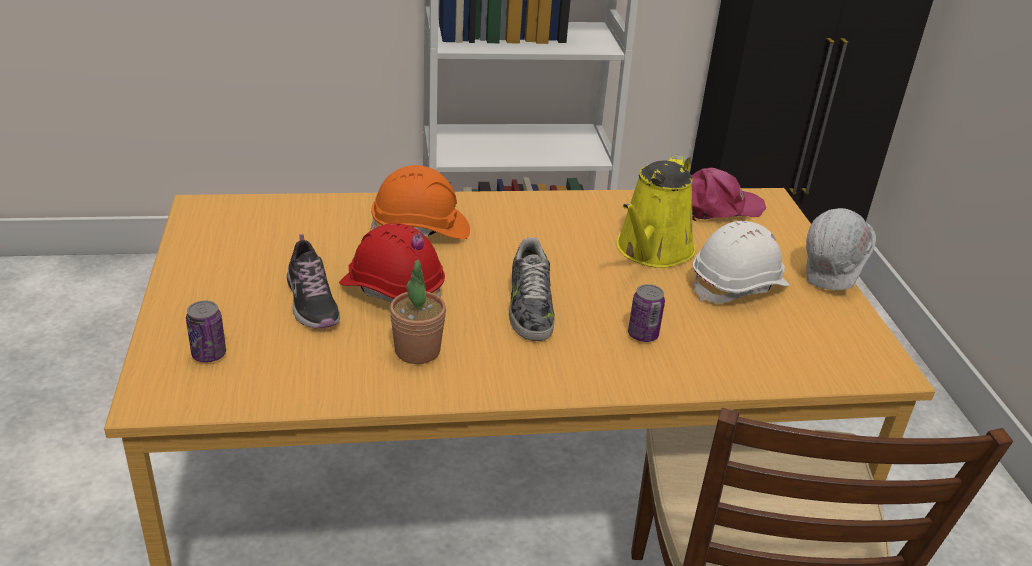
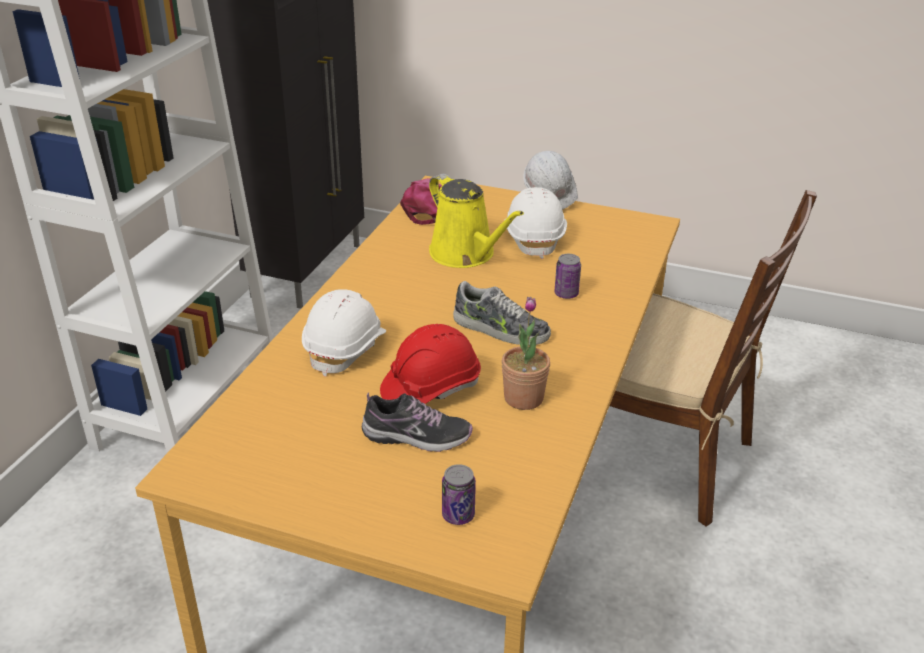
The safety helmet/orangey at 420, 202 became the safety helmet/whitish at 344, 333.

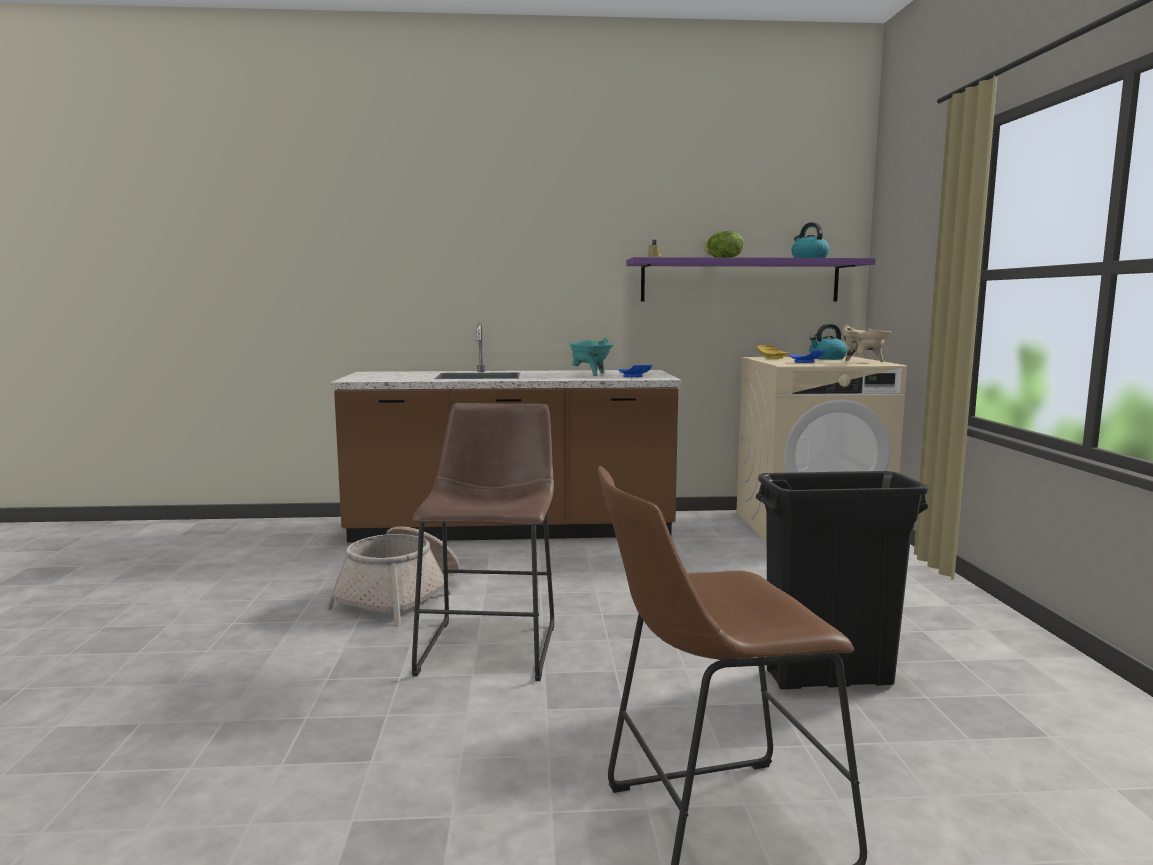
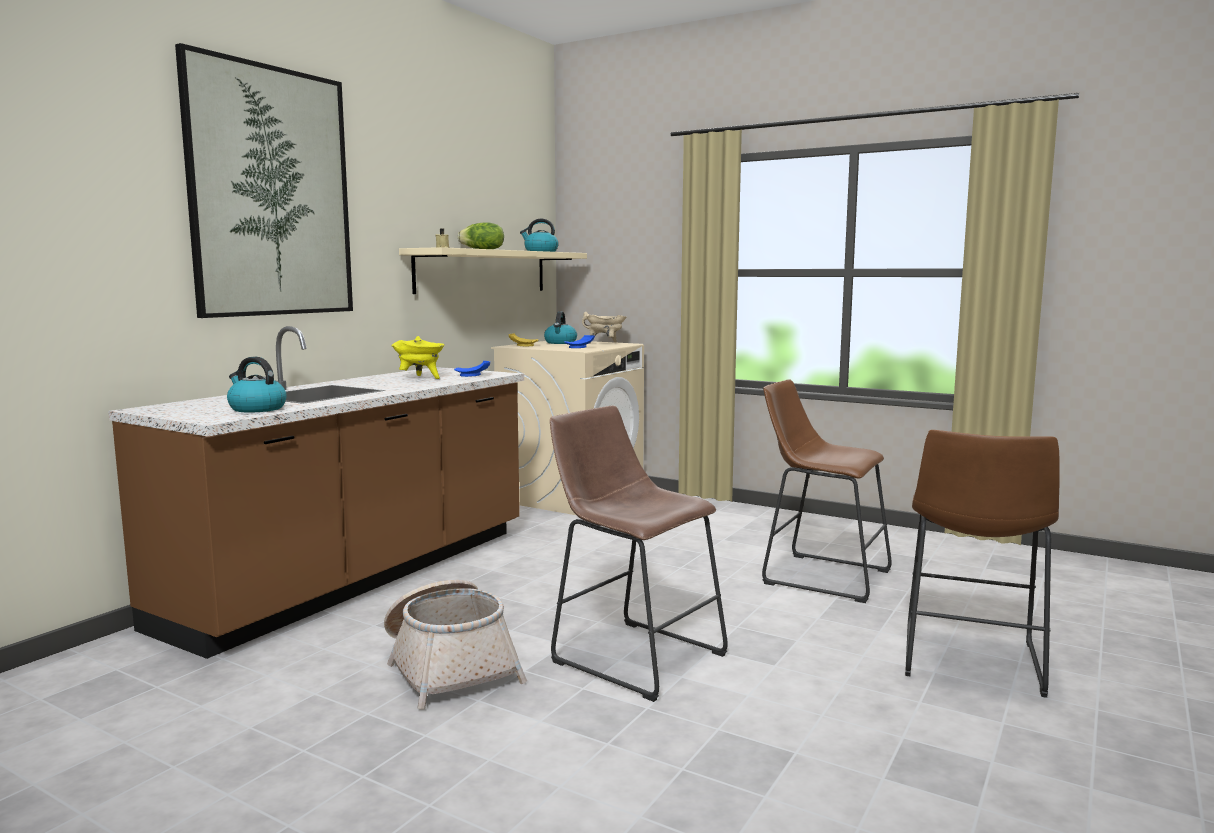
The shelf/purple at 751, 279 became the shelf/beige-coloured at 493, 270.
The stockpot/turquoise at 591, 357 became the stockpot/yellowish at 418, 357.
The trash can/blackish at 842, 580 was replaced by the sitting stool/brownish at 827, 491.
The picture at 264, 180 appeared.
The water kettle at 257, 385 appeared.

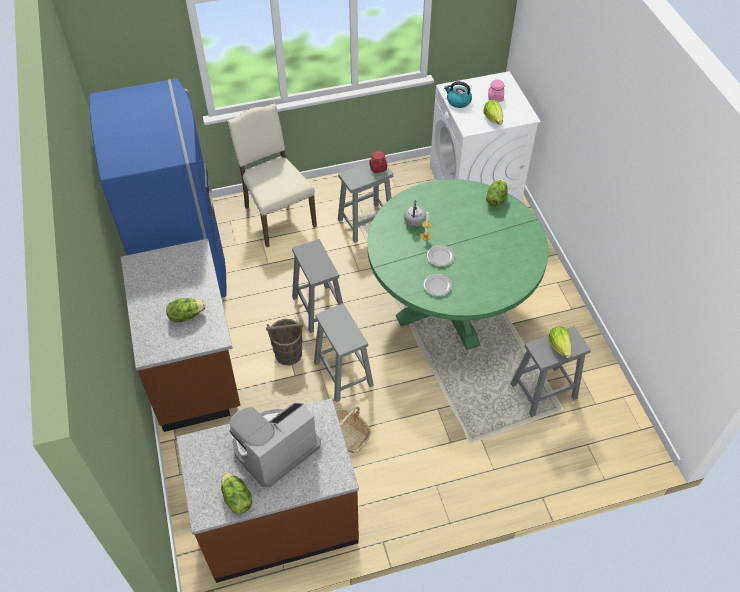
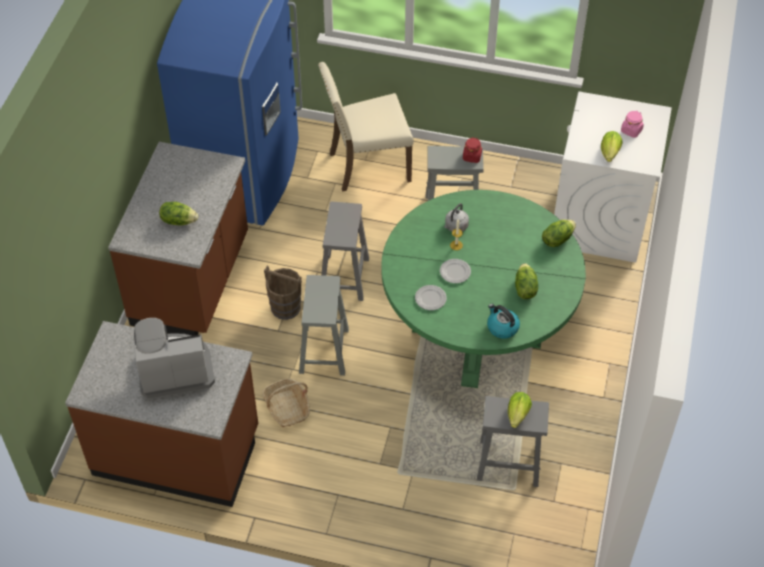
The water kettle moved from 458, 94 to 503, 321.
The upright chair/beige-coloured at 272, 175 turned 105 degrees counterclockwise.
The lettuce head moved from 236, 493 to 526, 281.

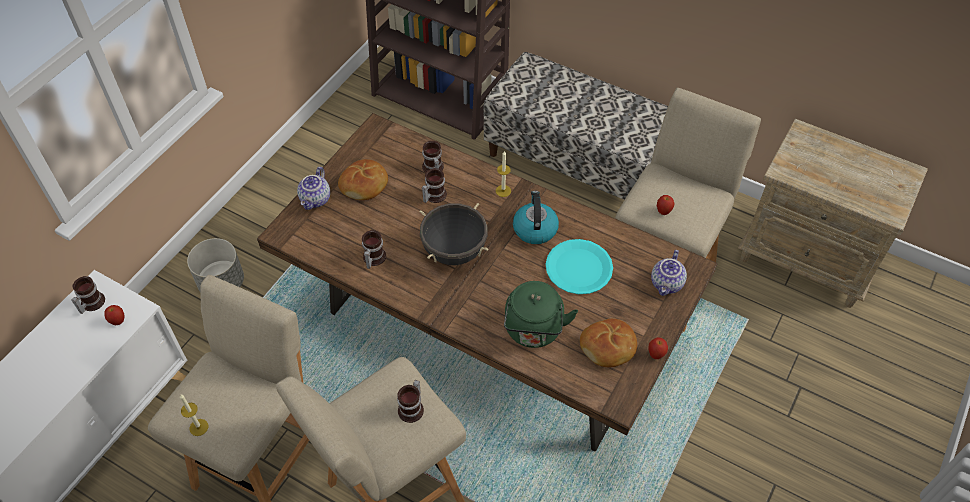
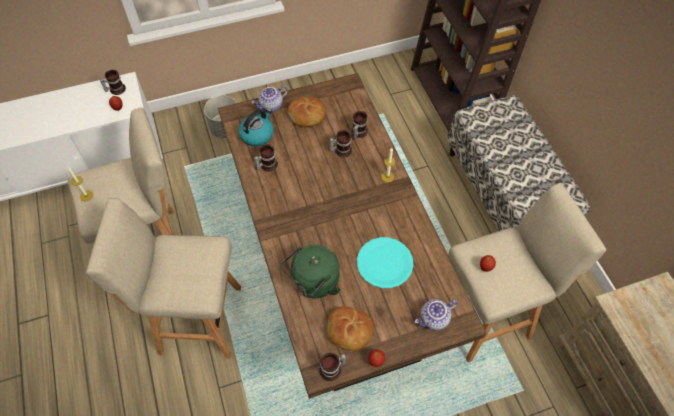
The water kettle moved from 536, 217 to 256, 127.
The stockpot/blackish at 454, 234 disappeared.
The tea mug moved from 410, 401 to 332, 367.

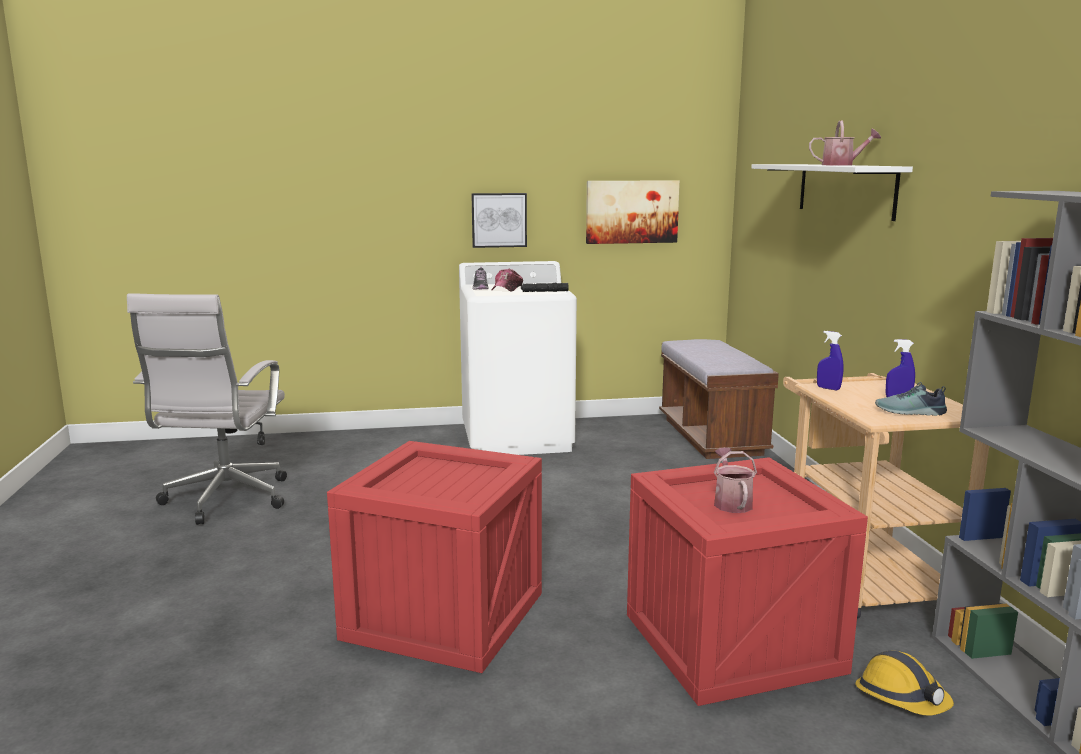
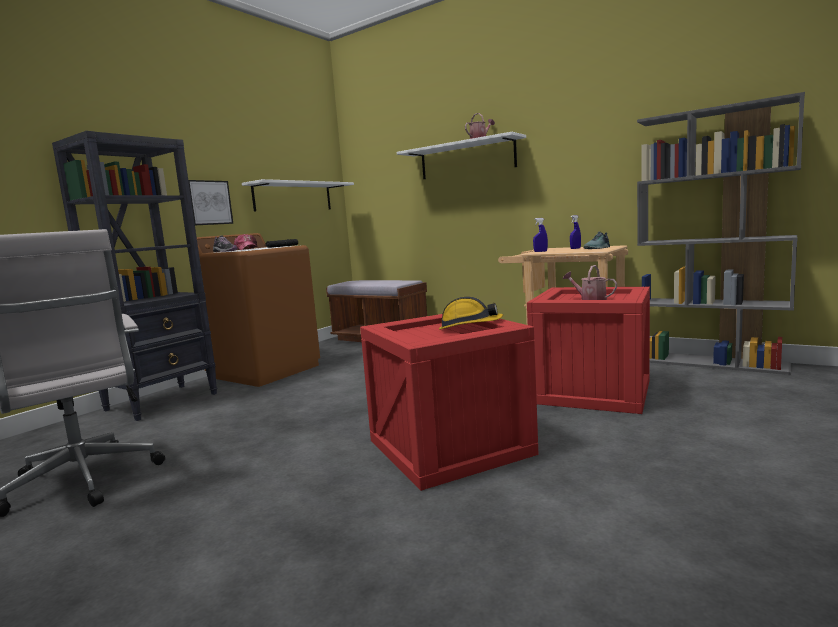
The picture at 633, 212 was replaced by the shelf/whitish at 298, 195.
The washing machine/whitish at 518, 358 became the washing machine/brownish at 256, 310.
The safety helmet moved from 904, 683 to 471, 312.
The shelving unit/blackish at 134, 276 appeared.

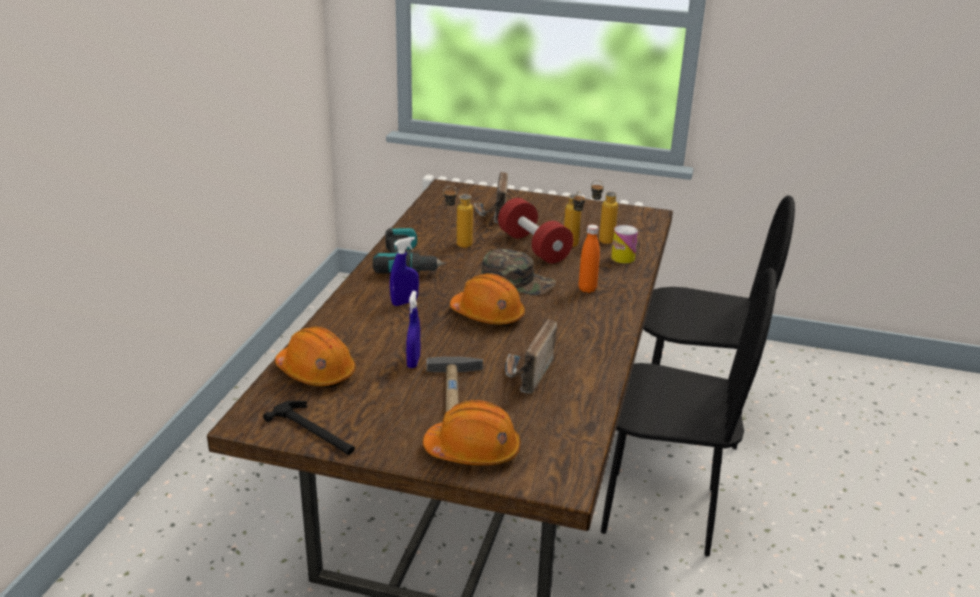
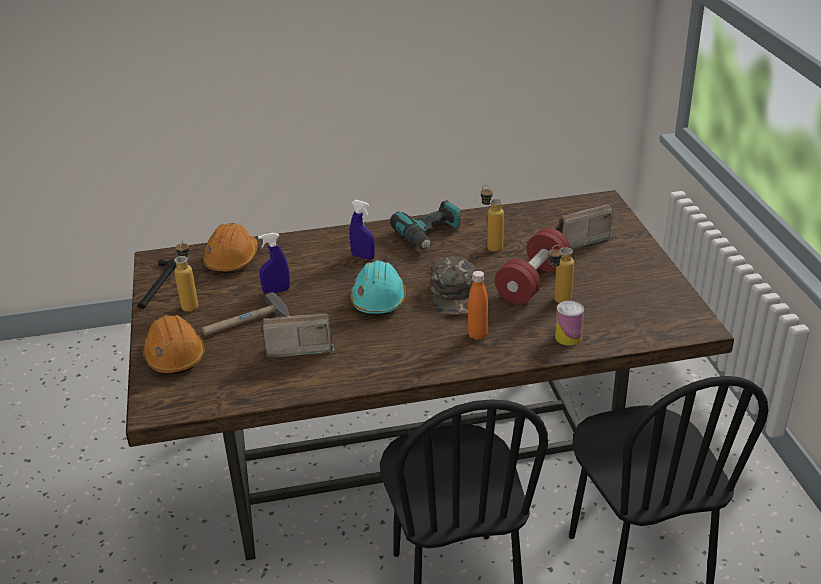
The bottle moved from 604, 212 to 186, 276.
The safety helmet/orangey at 487, 300 became the safety helmet/turquoise at 378, 288.

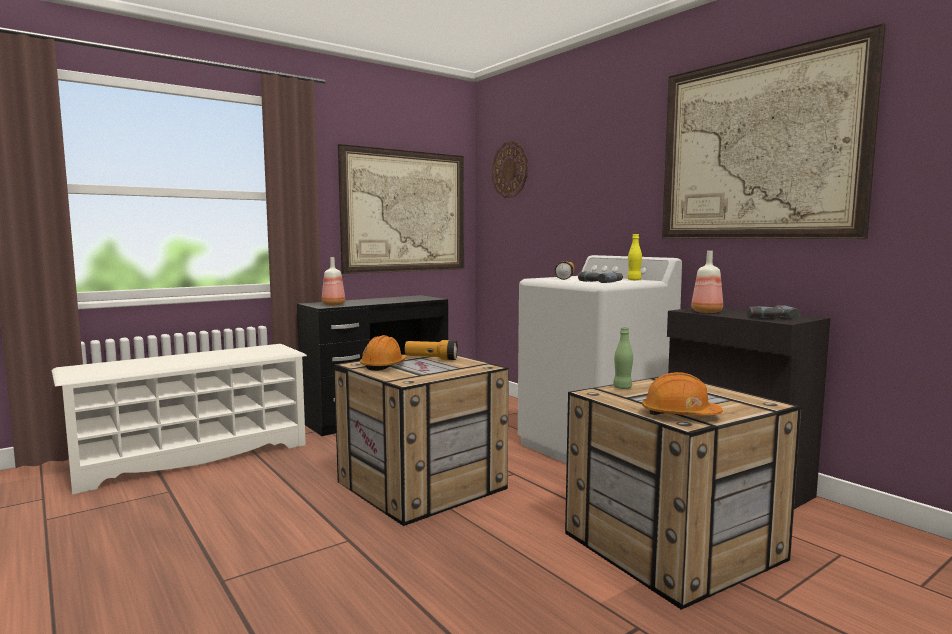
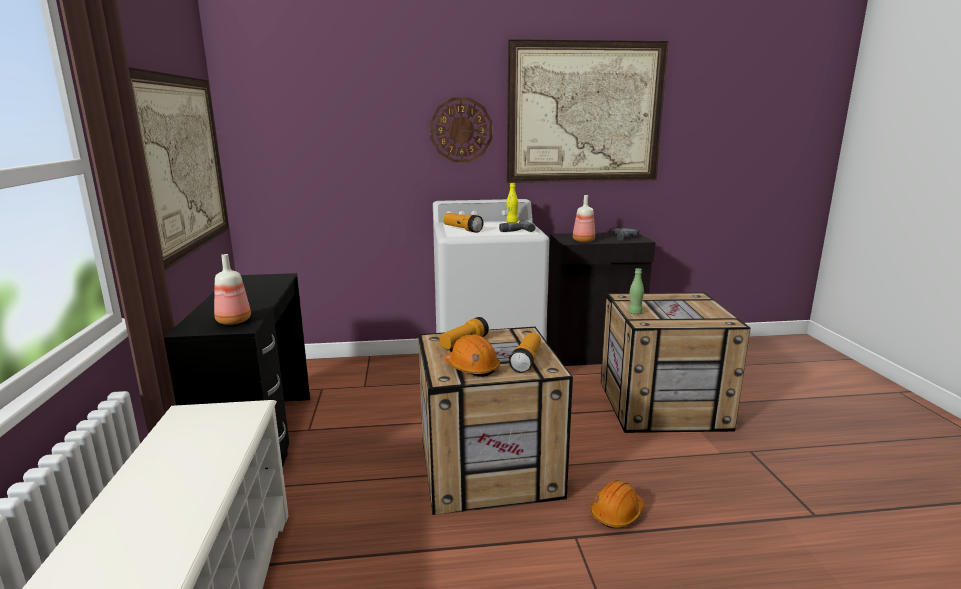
The hanging clock moved from 510, 169 to 461, 129.
The safety helmet/orangey moved from 682, 393 to 617, 504.
The torch at 525, 353 appeared.

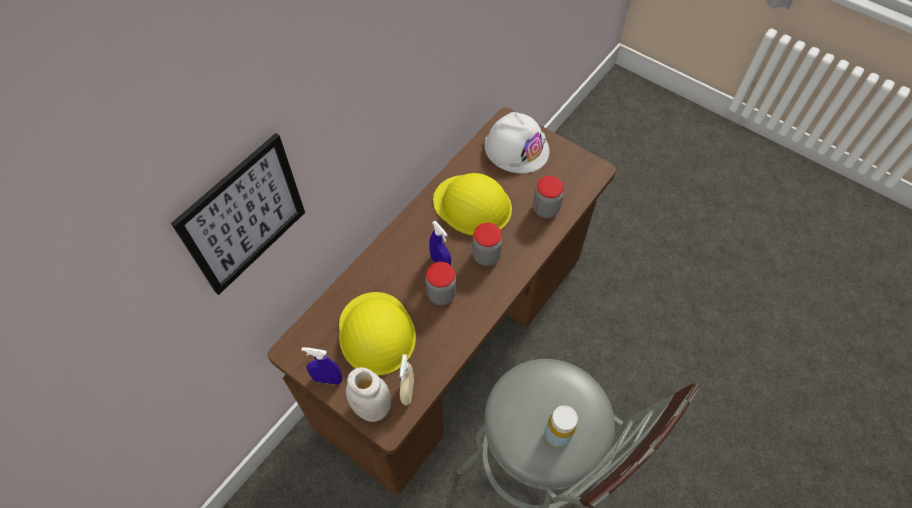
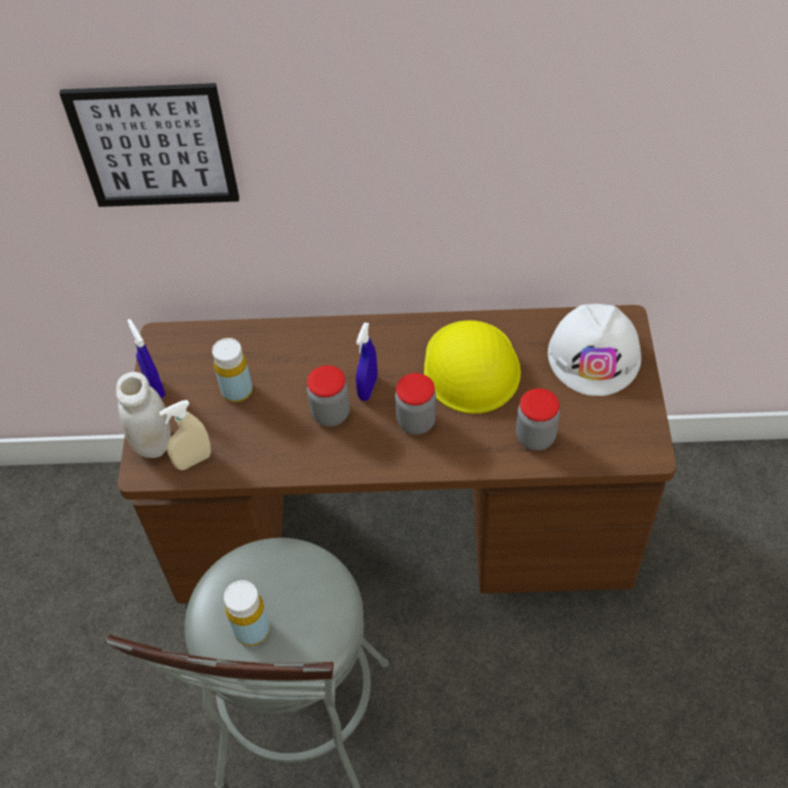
The safety helmet/yellowish at 377, 333 was replaced by the bottle/yellowish at 232, 370.

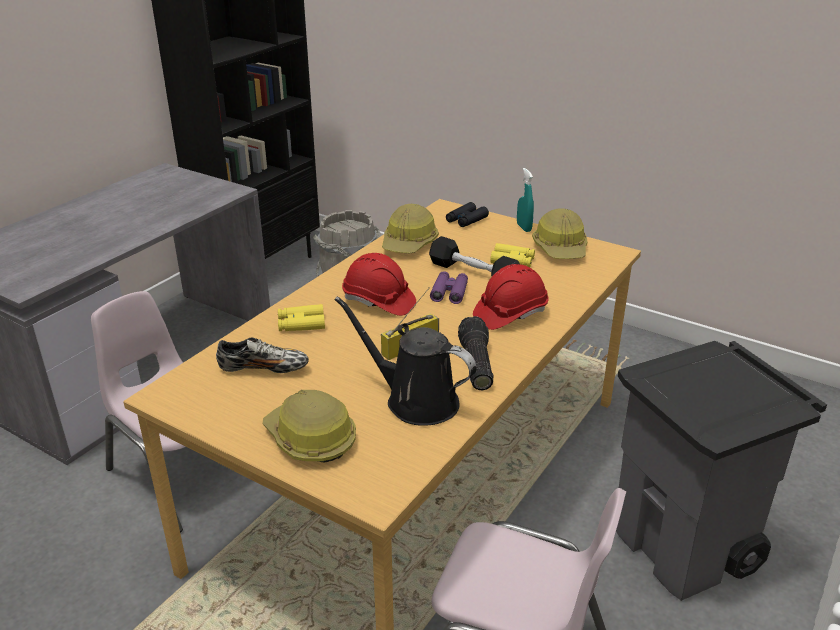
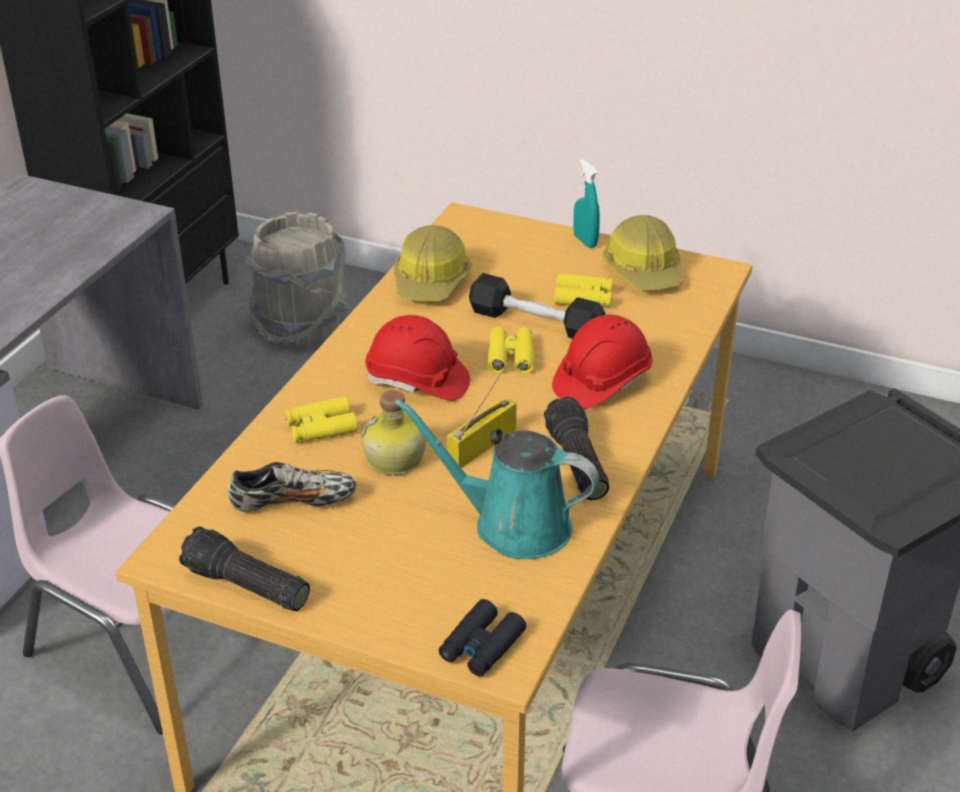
The field glasses/blackish moved from 467, 214 to 482, 638.
The field glasses/purple at 449, 287 became the field glasses/yellowish at 511, 350.
The watering pot/blackish at 405, 361 became the watering pot/turquoise at 496, 479.
The safety helmet at 309, 426 disappeared.
The bottle at 394, 432 appeared.
The torch at 244, 569 appeared.

